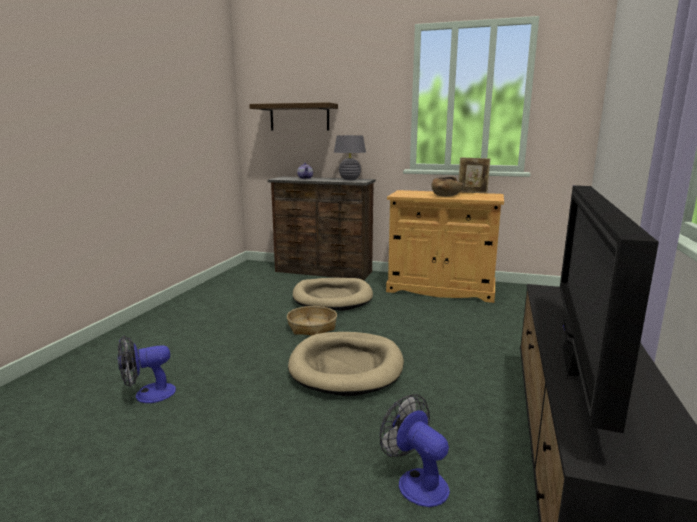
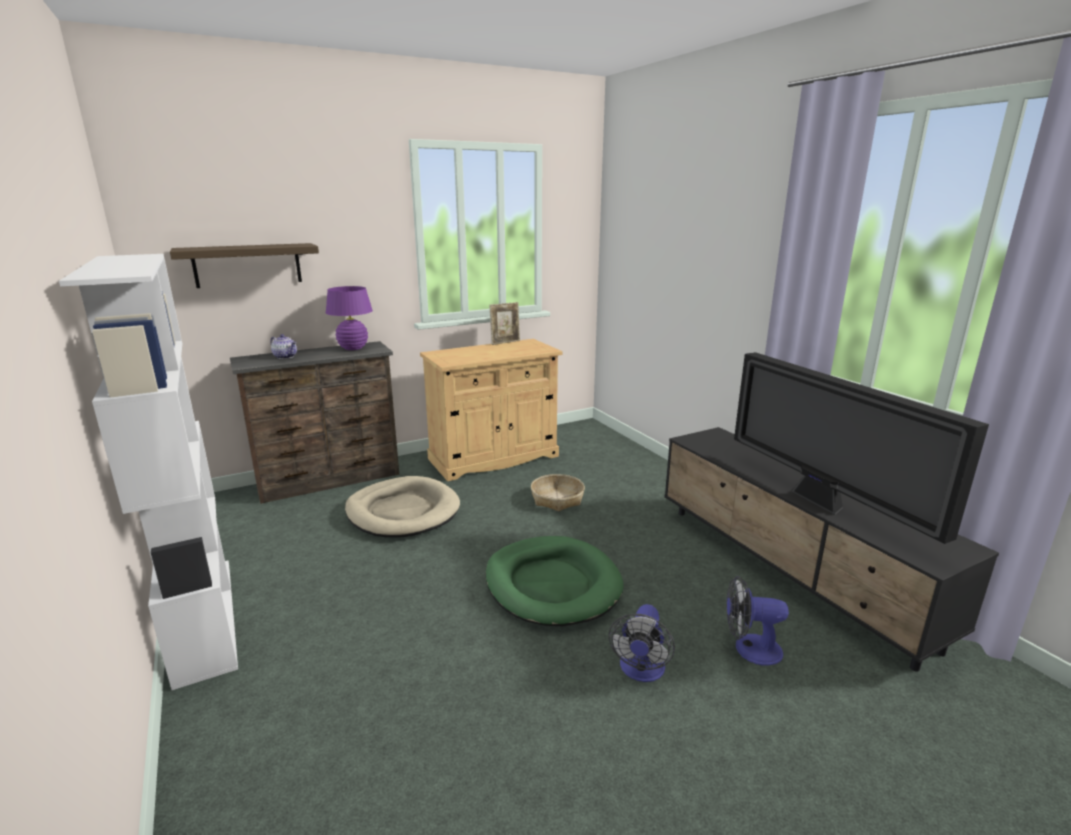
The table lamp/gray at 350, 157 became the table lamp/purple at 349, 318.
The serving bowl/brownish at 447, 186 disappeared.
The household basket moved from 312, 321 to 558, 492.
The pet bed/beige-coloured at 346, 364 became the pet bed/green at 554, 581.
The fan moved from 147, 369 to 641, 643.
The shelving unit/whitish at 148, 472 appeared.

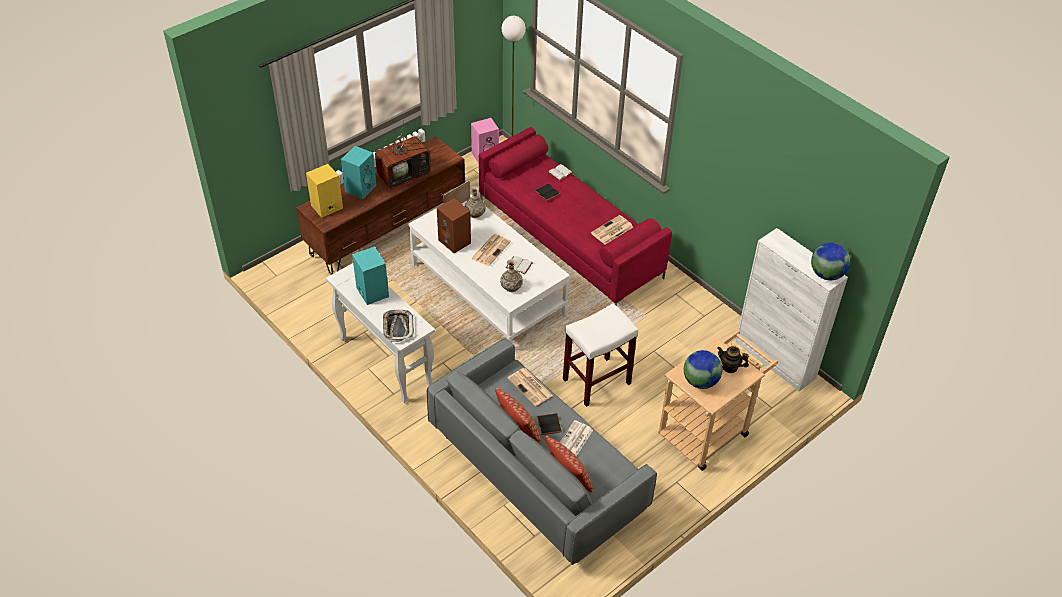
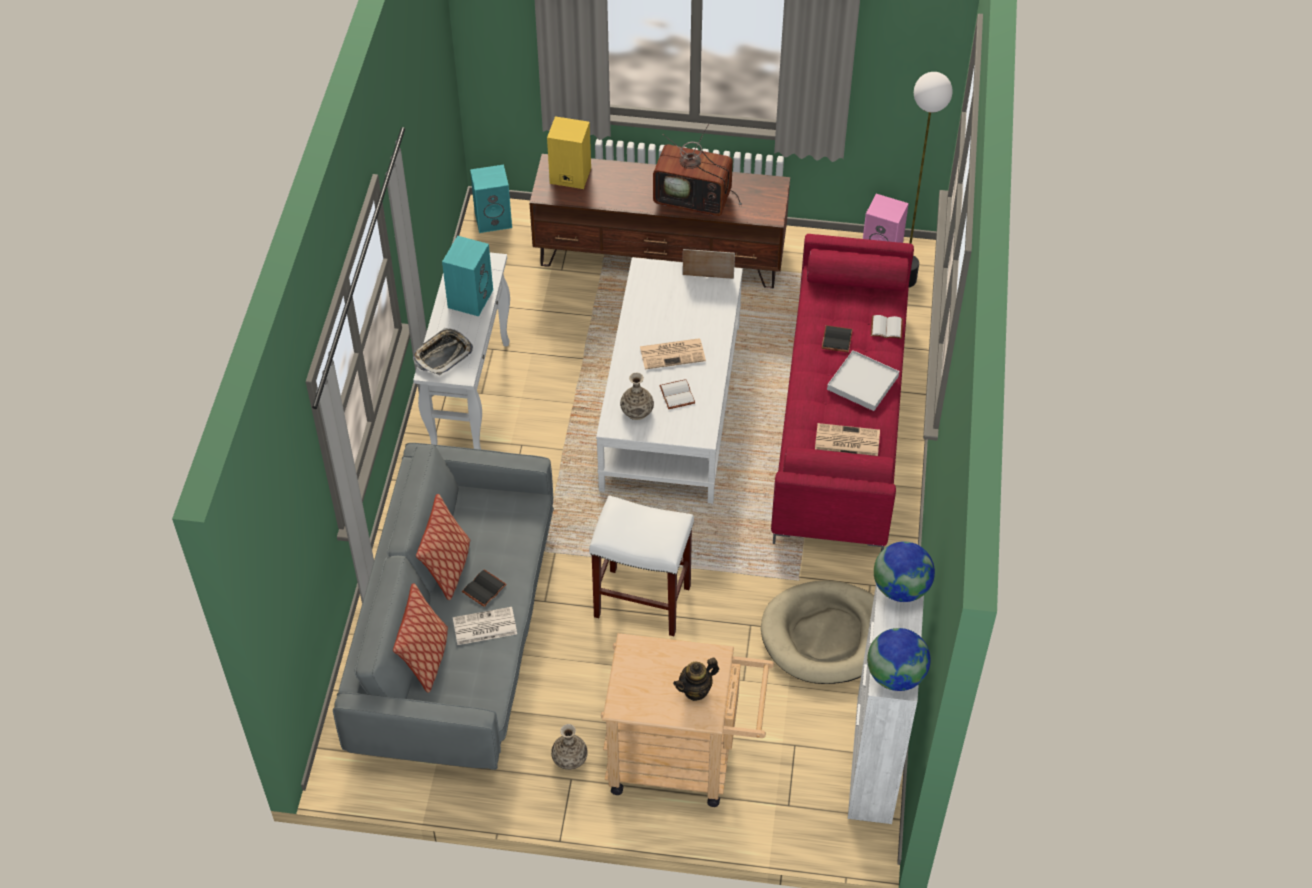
The loudspeaker/turquoise moved from 358, 172 to 491, 199.
The vase moved from 475, 202 to 569, 747.
The loudspeaker/brownish at 454, 225 disappeared.
The teapot at 733, 359 turned 105 degrees counterclockwise.
The globe moved from 703, 369 to 904, 571.
The daily paper at 530, 387 disappeared.
The carrying tray/whitish at 863, 380 appeared.
The pet bed/beige-coloured at 817, 632 appeared.

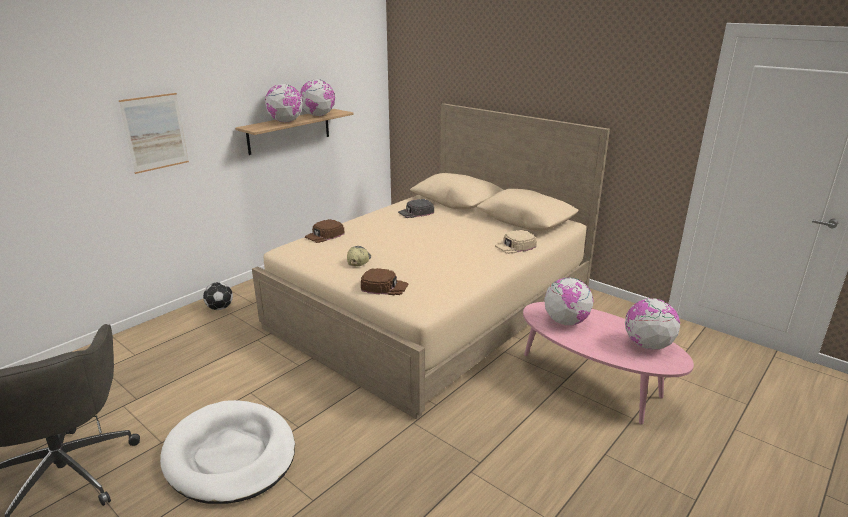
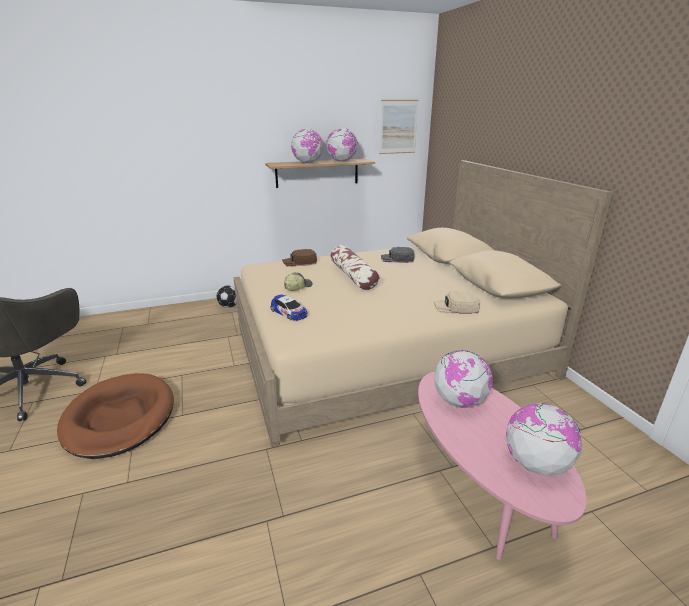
The picture moved from 154, 133 to 399, 127.
The baseball cap/brownish at 384, 281 was replaced by the miniature car at 288, 308.
The pet bed/whitish at 227, 452 became the pet bed/brownish at 115, 416.
The pillow at 355, 267 appeared.

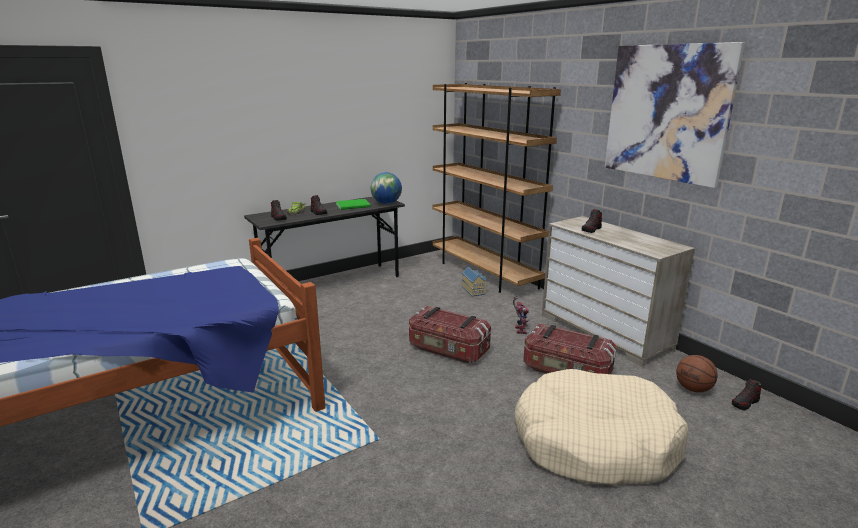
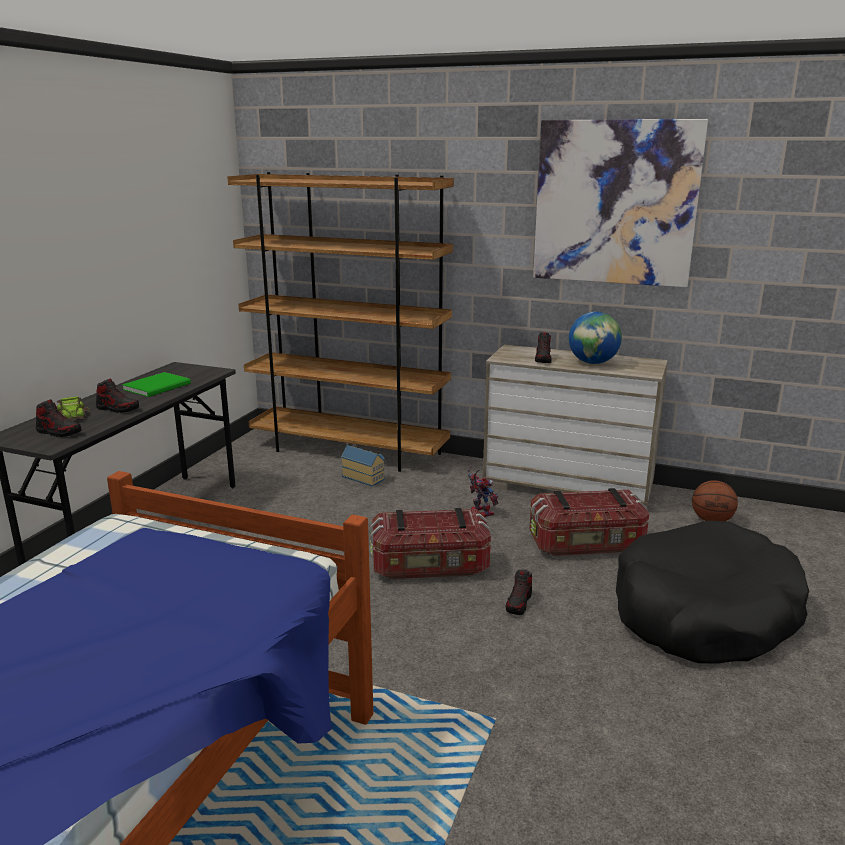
The globe moved from 386, 188 to 595, 337.
The pet bed/beige-coloured at 601, 427 became the pet bed/blackish at 712, 592.
The item of footwear moved from 747, 394 to 519, 592.

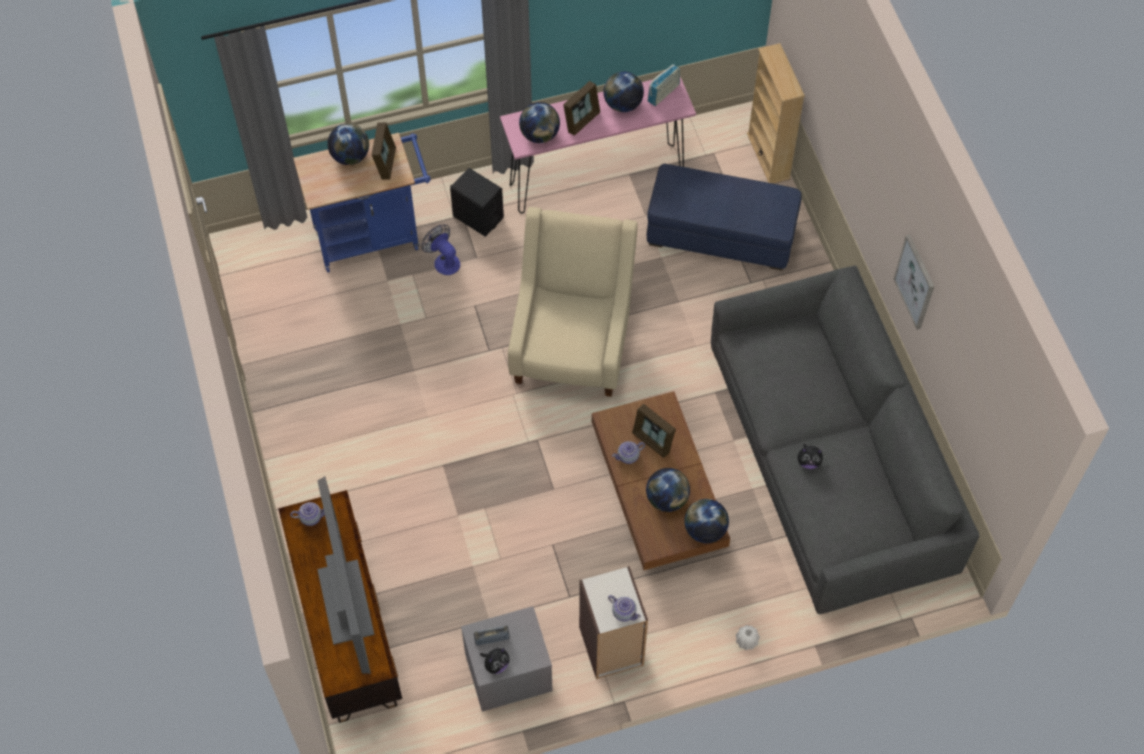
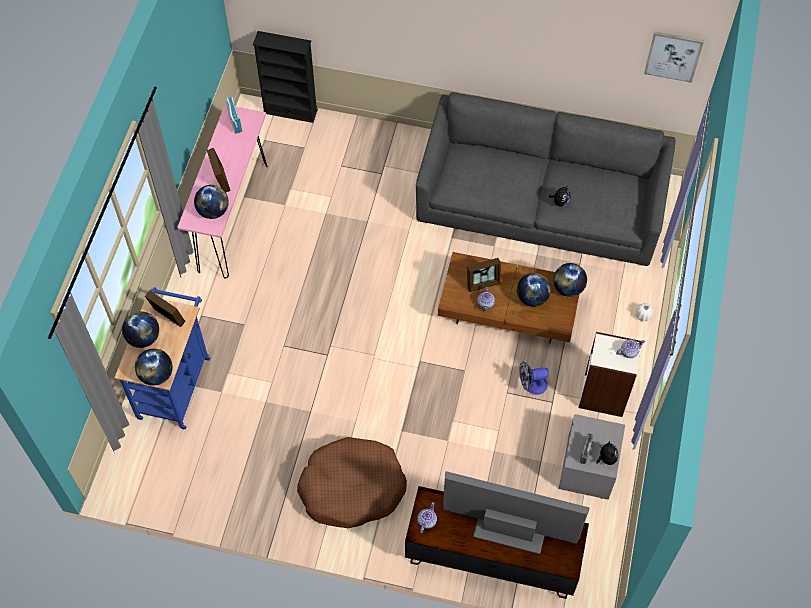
The shelving unit/beige-coloured at 776, 113 became the shelving unit/blackish at 285, 77.
The globe moved from 624, 91 to 154, 367.
The ottoman/bluish at 724, 217 disappeared.
The loudspeaker/blackish at 477, 202 disappeared.
The easy chair/beige-coloured at 573, 302 disappeared.
The fan moved from 441, 249 to 534, 378.
The picture moved from 914, 282 to 674, 57.
The pet bed/brownish at 352, 482 appeared.

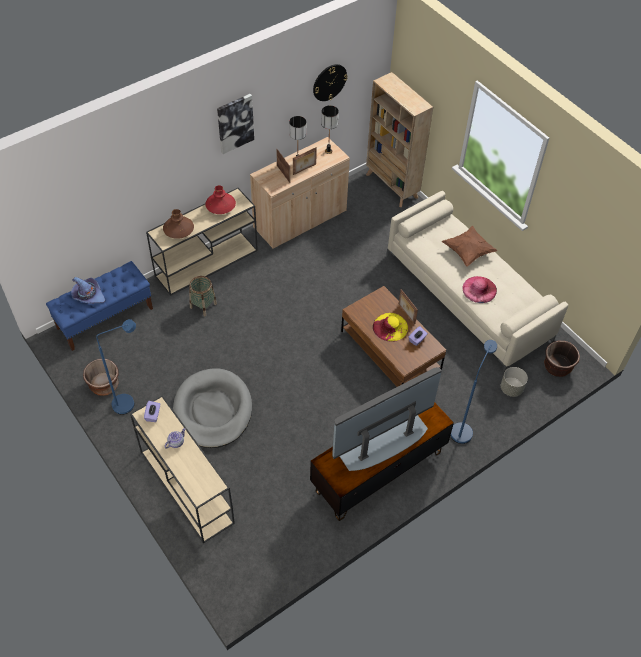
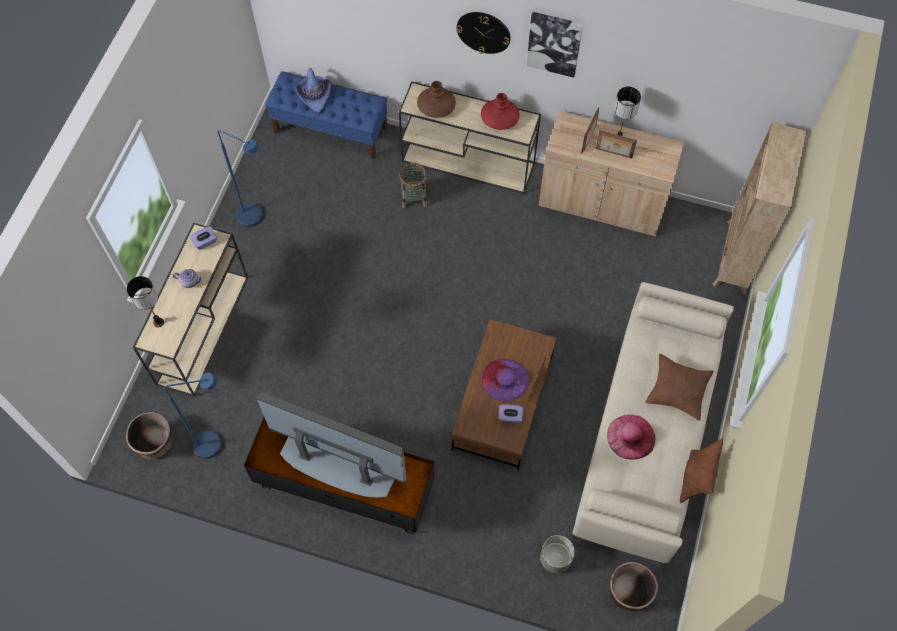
The hanging clock moved from 330, 82 to 483, 33.
The table lamp moved from 330, 129 to 145, 302.
The clothing hat/yellowish at 390, 327 became the clothing hat/purple at 505, 380.
The standing lamp/bluish moved from 473, 392 to 192, 415.
The planter/brownish moved from 101, 377 to 149, 435.
The pet bed/gray at 212, 408 disappeared.
The pillow/brownish at 701, 470 appeared.

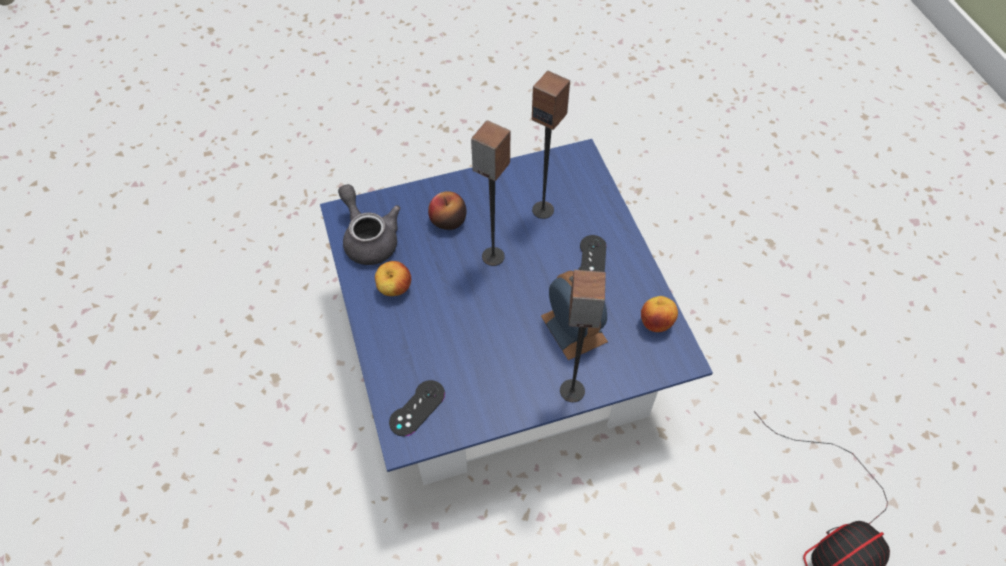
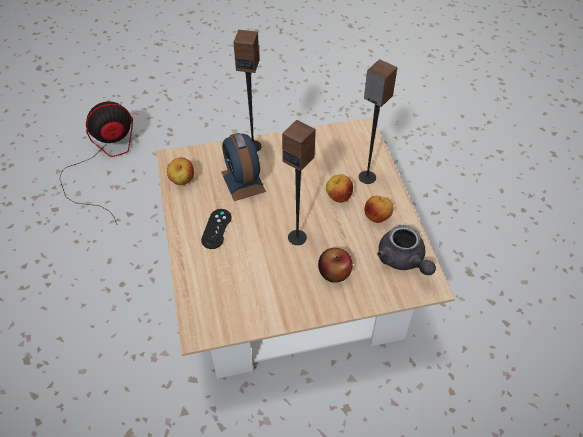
The loudspeaker moved from 551, 145 to 378, 121.
The low table/bluish at 516, 312 became the low table/beige-coloured at 305, 248.
The game controller/blackish at 417, 408 disappeared.
The apple at 339, 188 appeared.

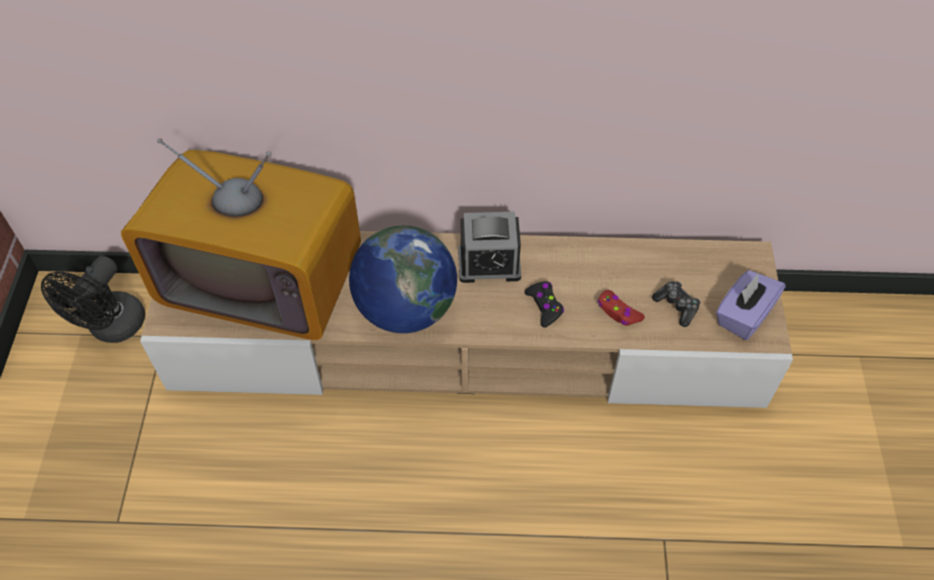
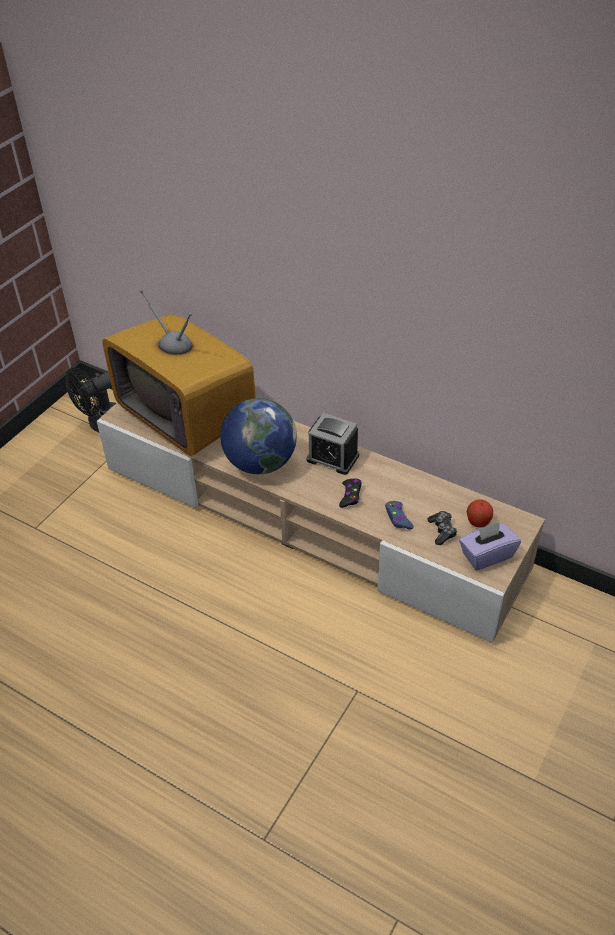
The game controller/red at 621, 308 became the game controller/bluish at 399, 515.
The apple at 479, 513 appeared.

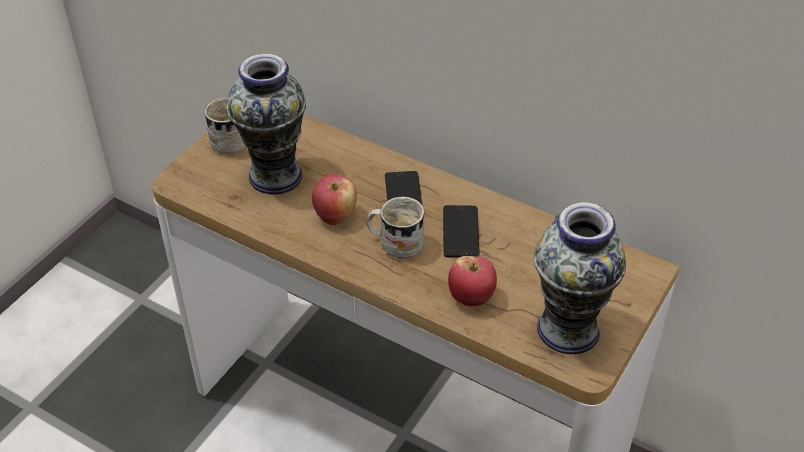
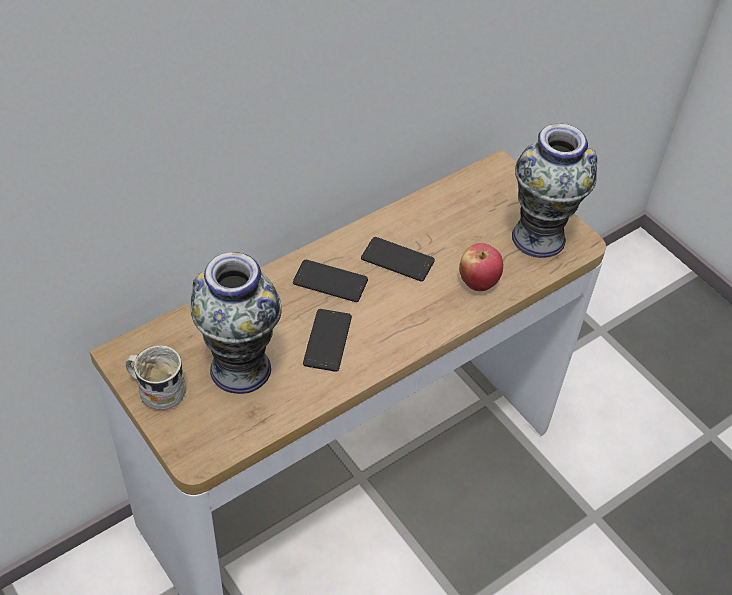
The apple at 334, 199 was replaced by the handset at 327, 340.
The tea mug/whitish at 396, 227 disappeared.

